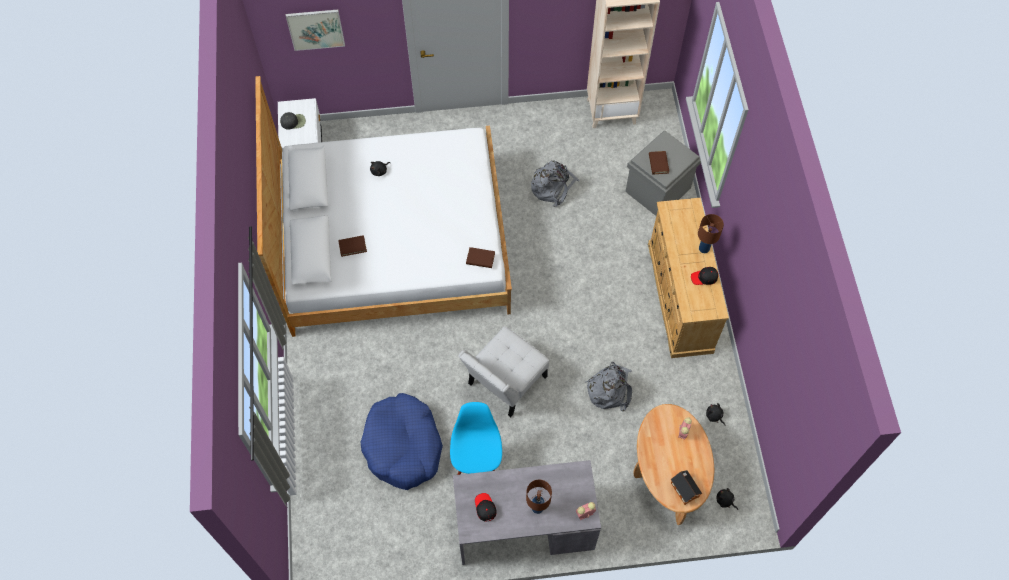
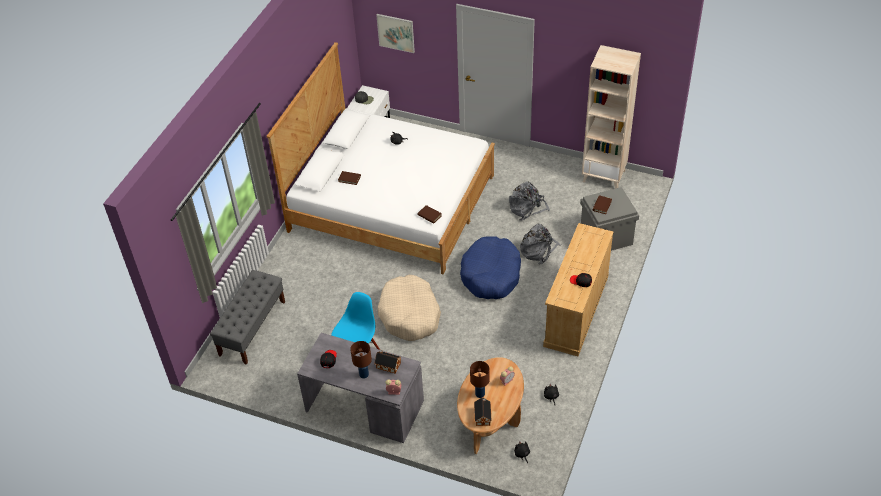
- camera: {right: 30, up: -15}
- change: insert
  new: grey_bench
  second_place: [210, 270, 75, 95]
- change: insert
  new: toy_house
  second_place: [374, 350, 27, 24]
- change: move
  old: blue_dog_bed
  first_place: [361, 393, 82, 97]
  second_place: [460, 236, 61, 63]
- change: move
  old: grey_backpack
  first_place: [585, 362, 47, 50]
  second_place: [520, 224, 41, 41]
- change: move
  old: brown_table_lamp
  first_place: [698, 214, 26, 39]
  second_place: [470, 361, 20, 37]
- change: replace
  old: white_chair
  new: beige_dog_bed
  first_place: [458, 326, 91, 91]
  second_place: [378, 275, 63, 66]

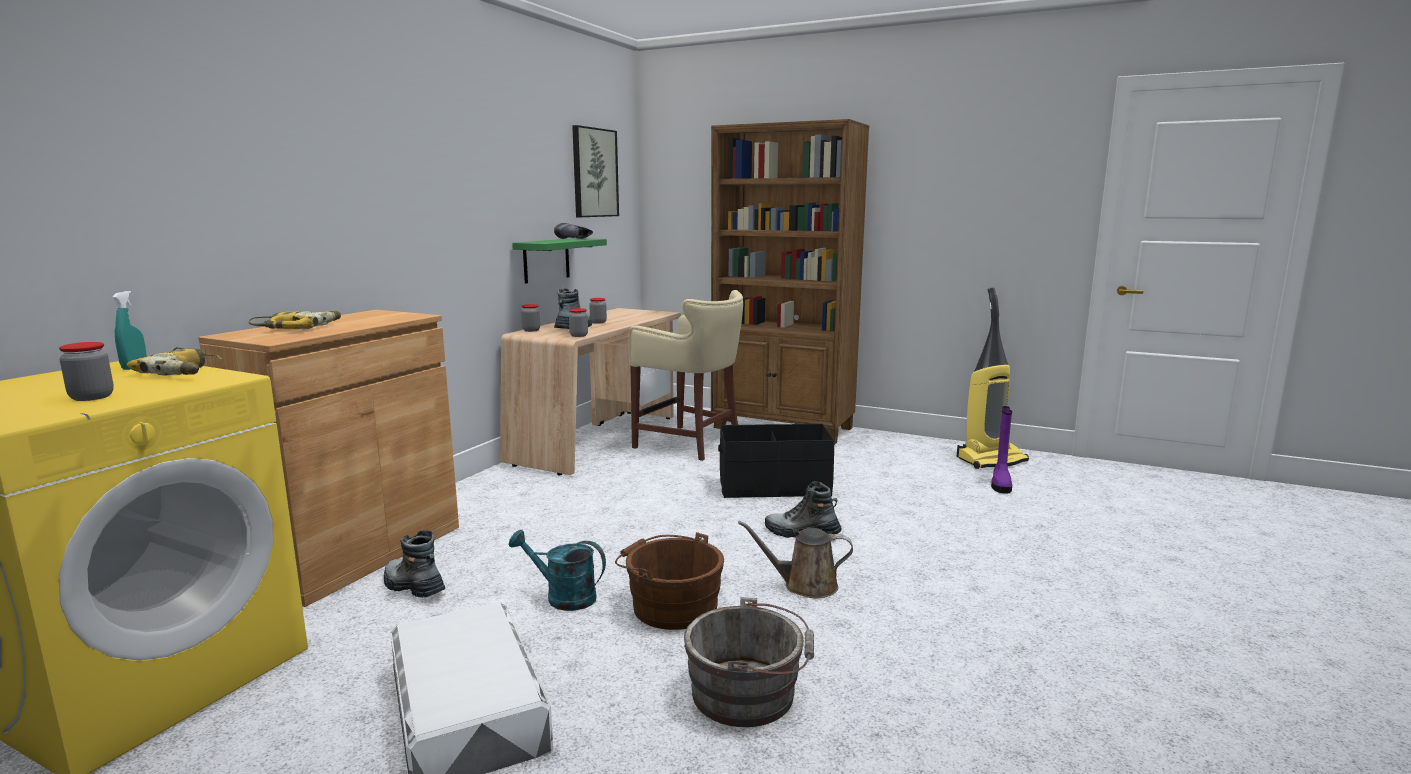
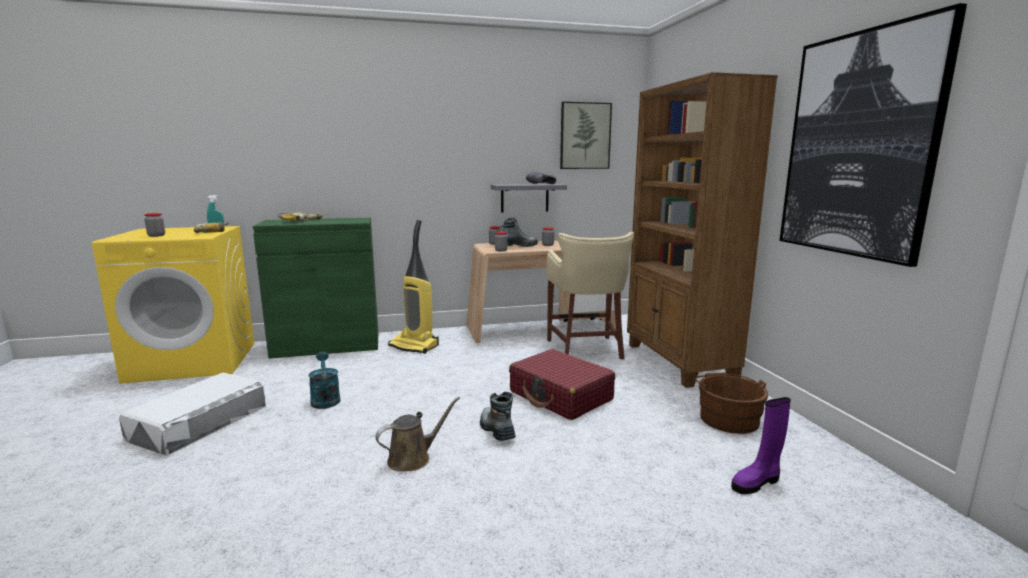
- camera: {right: 50, up: 0}
- change: delete
  old: boot
  first_place: [384, 530, 61, 68]
- change: delete
  old: grey_bucket
  first_place: [684, 597, 130, 130]
- change: insert
  new: picture
  second_place: [779, 3, 188, 264]
- change: move
  old: brown_bucket
  first_place: [615, 532, 109, 98]
  second_place: [695, 373, 73, 61]
- change: move
  old: vacuum_cleaner
  first_place: [957, 288, 72, 181]
  second_place: [388, 220, 51, 134]
- change: replace
  old: black_storage_box
  new: red_suitcase
  first_place: [718, 424, 117, 74]
  second_place: [509, 349, 106, 71]
- change: recolor
  old: brown_cabinet
  new: green_cabinet
  first_place: [198, 310, 261, 297]
  second_place: [252, 218, 126, 141]
- change: recolor
  old: green_shelf
  new: grey_shelf
  first_place: [512, 238, 95, 46]
  second_place: [491, 184, 76, 29]
- change: rotate
  old: brown_watering_can
  first_place: [738, 521, 115, 77]
  second_place: [375, 397, 85, 74]
  degrees: 90

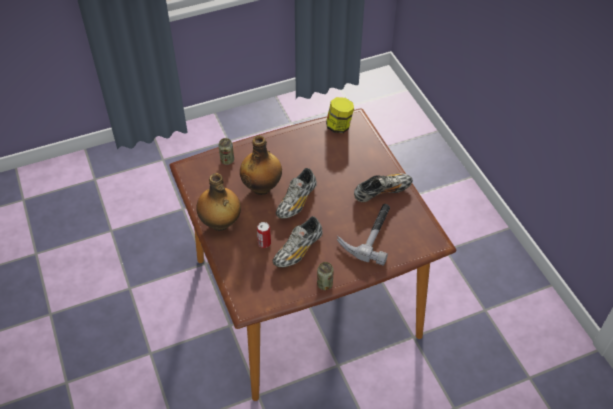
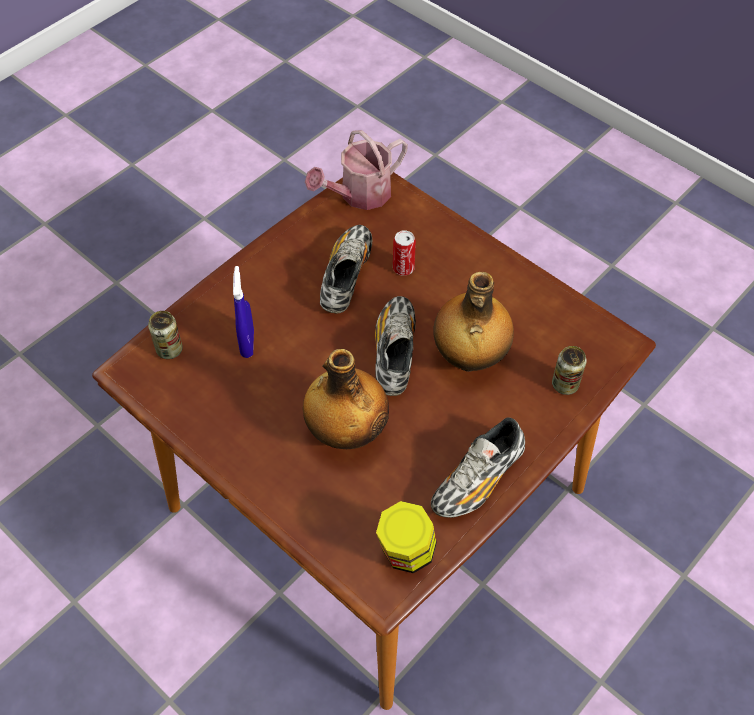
- camera: {right: 155, up: 5}
- change: insert
  new: watering_can
  second_place: [305, 130, 103, 80]
- change: move
  old: bottle
  first_place: [196, 173, 45, 58]
  second_place: [303, 349, 86, 100]
- change: move
  old: can
  first_place: [317, 262, 17, 28]
  second_place: [148, 311, 35, 48]
- change: move
  old: shoe
  first_place: [354, 173, 59, 29]
  second_place: [431, 417, 94, 101]
- change: replace
  old: hammer
  new: blue_spray_bottle
  first_place: [337, 204, 53, 62]
  second_place: [233, 266, 21, 92]

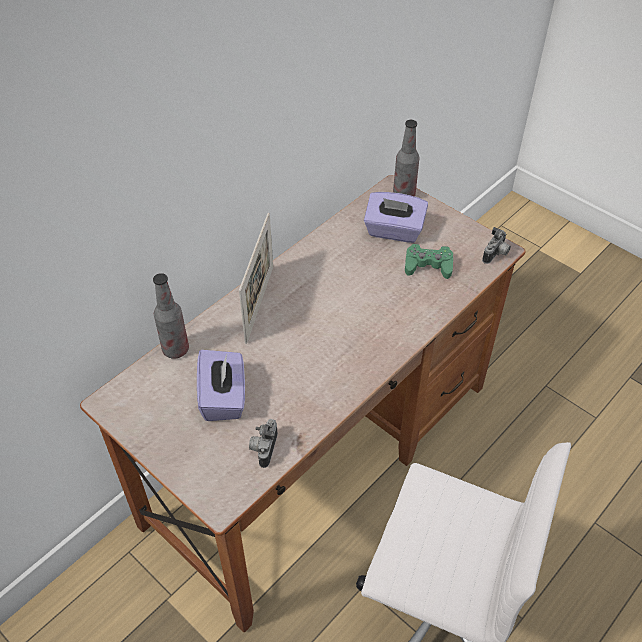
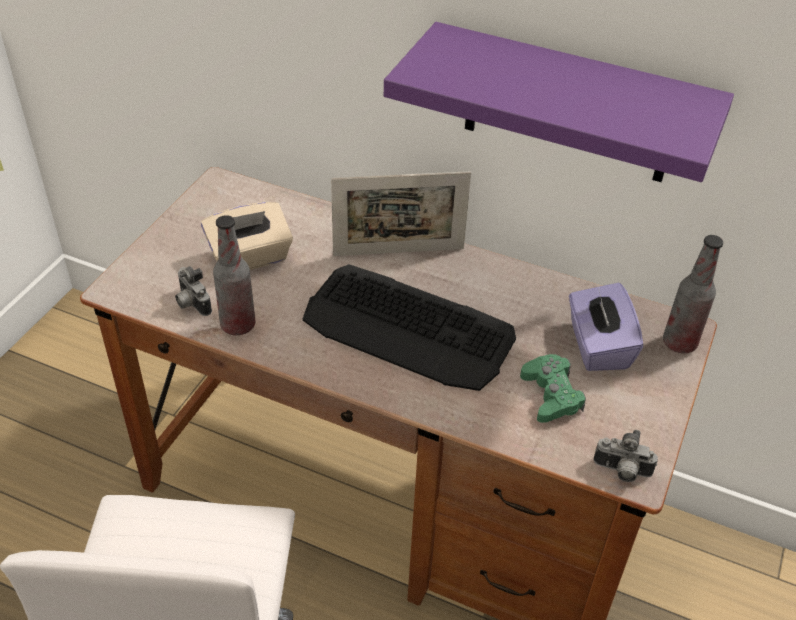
- camera: {right: 70, up: -5}
- change: insert
  new: keyboard
  second_place: [303, 264, 213, 127]
- change: insert
  new: purple_shelf
  second_place: [384, 22, 350, 160]
- change: move
  old: bottle
  first_place: [153, 273, 36, 86]
  second_place: [213, 215, 42, 120]
- change: recolor
  old: purple_tissue_box
  new: beige_tissue_box
  first_place: [197, 350, 48, 71]
  second_place: [201, 202, 92, 68]
- change: rotate
  old: photo_camera
  first_place: [249, 419, 29, 49]
  second_place: [175, 266, 37, 50]
  degrees: -120

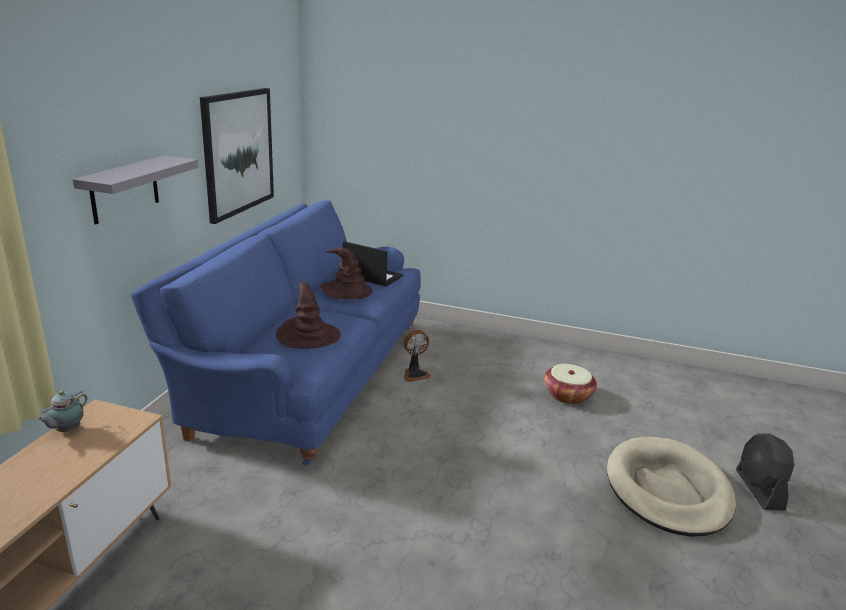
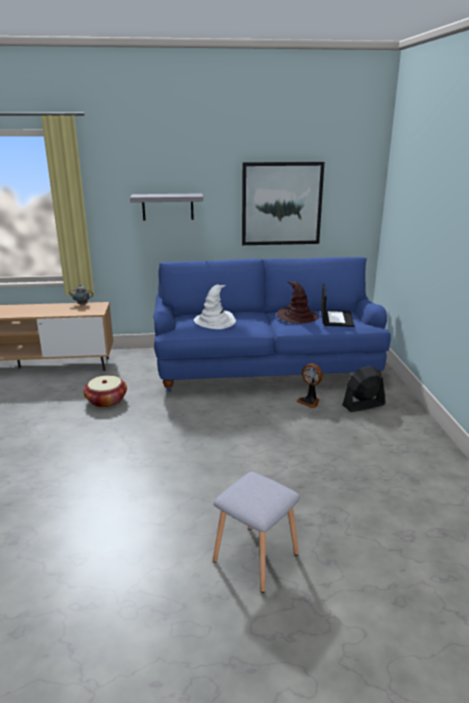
- camera: {right: 70, up: 0}
- change: move
  old: basket
  first_place: [544, 364, 53, 40]
  second_place: [83, 376, 44, 32]
- change: move
  old: black_fan
  first_place: [736, 433, 58, 78]
  second_place: [342, 366, 43, 46]
- change: replace
  old: beige_dog_bed
  new: grey_stool
  first_place: [607, 437, 129, 100]
  second_place: [213, 472, 87, 121]
- change: recolor
  old: brown_hat
  new: white_hat
  first_place: [276, 281, 65, 68]
  second_place: [194, 284, 42, 45]

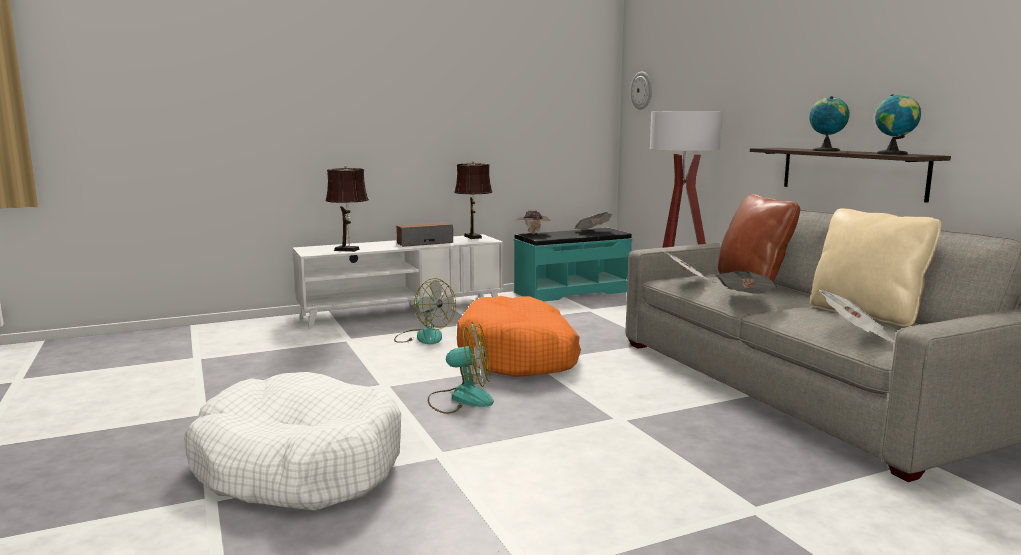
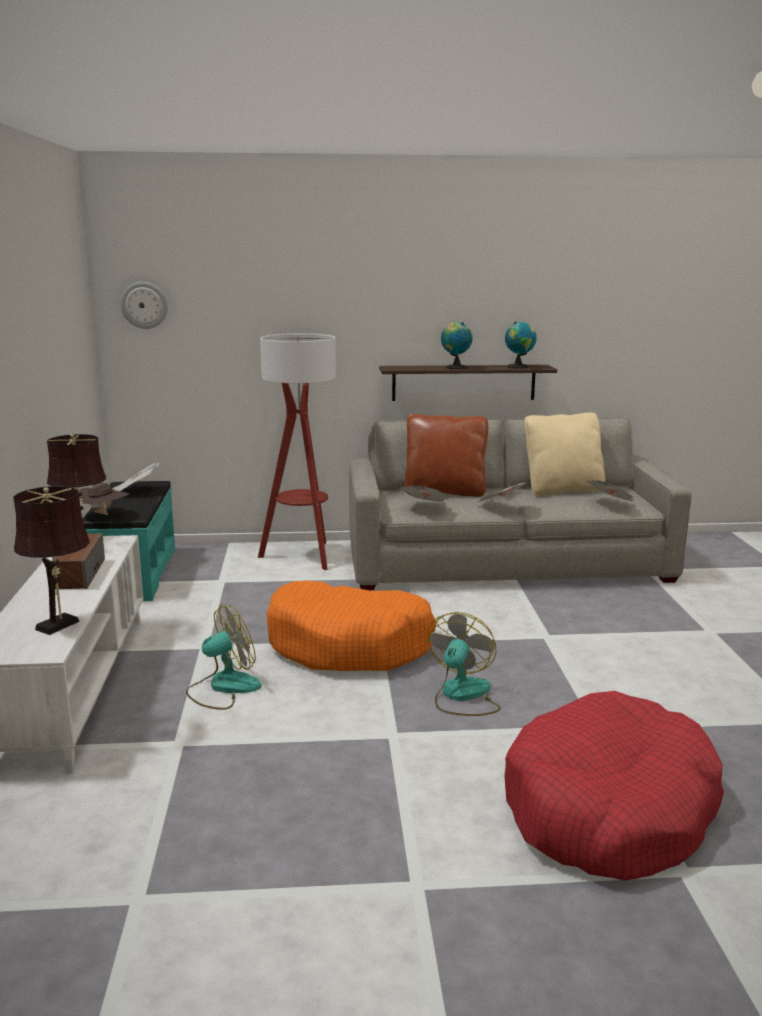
- camera: {right: -70, up: 5}
- change: recolor
  old: white_dog_bed
  new: red_dog_bed
  first_place: [184, 372, 217, 138]
  second_place: [504, 691, 220, 190]

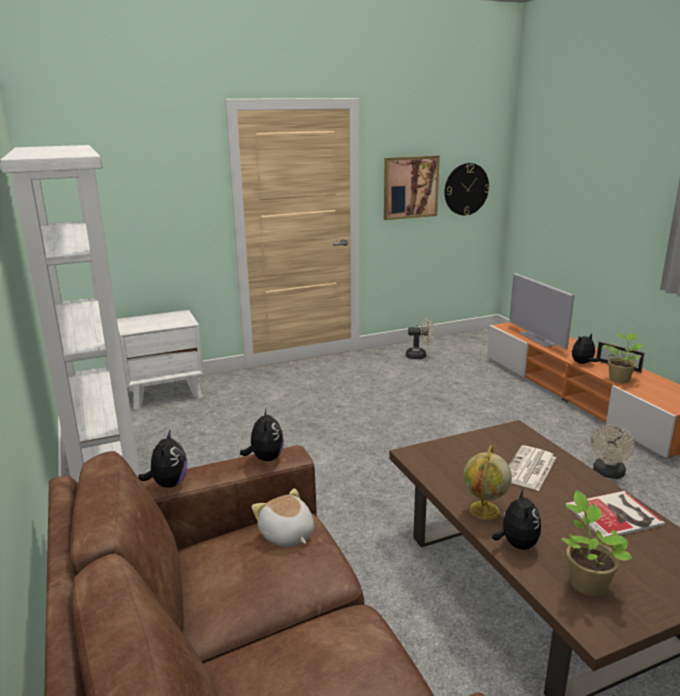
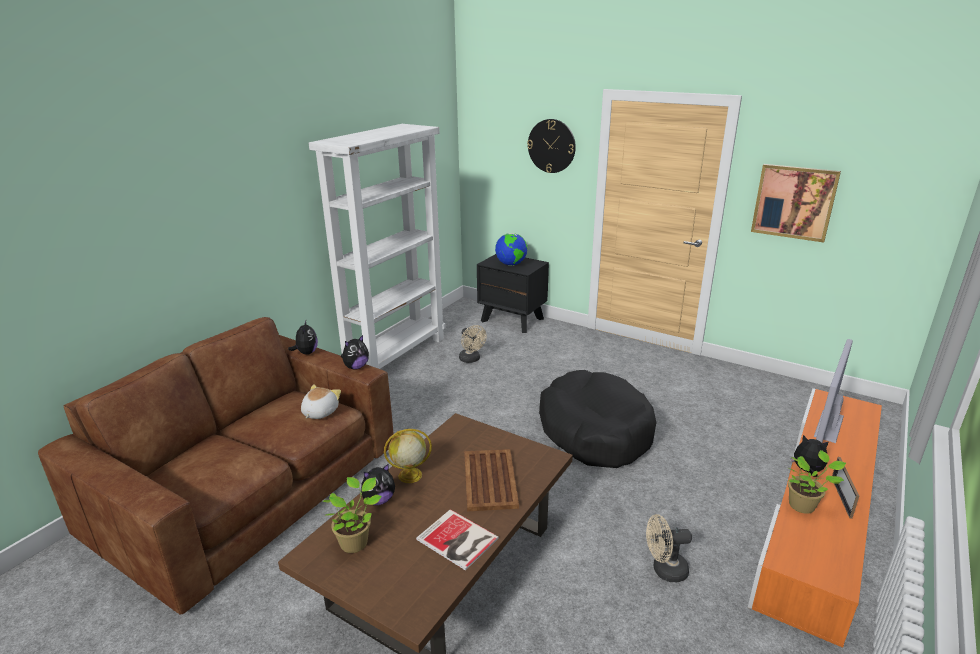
- camera: {right: 55, up: 5}
- change: insert
  new: globe
  second_place: [495, 233, 32, 33]
- change: insert
  new: black_dog_bed
  second_place: [539, 370, 117, 98]
- change: move
  old: beige_fan
  first_place: [406, 318, 28, 41]
  second_place: [459, 325, 28, 38]
- change: move
  old: wall_clock
  first_place: [445, 163, 45, 53]
  second_place: [527, 119, 49, 54]
- change: replace
  old: newspaper
  new: brown_tray
  first_place: [509, 445, 47, 46]
  second_place: [464, 449, 55, 62]
- change: recolor
  old: white_nightstand
  new: black_nightstand
  first_place: [117, 310, 87, 99]
  second_place: [477, 254, 72, 79]
- change: rotate
  old: plush_toy
  first_place: [138, 429, 49, 59]
  second_place: [288, 321, 30, 34]
  degrees: -60

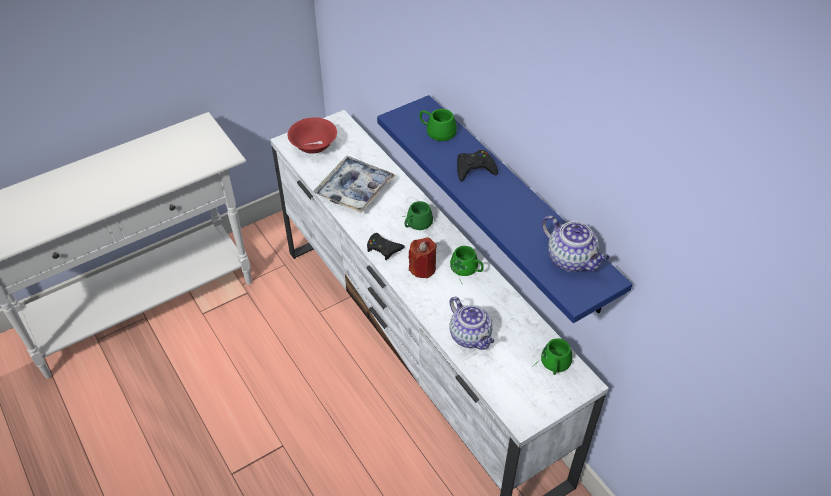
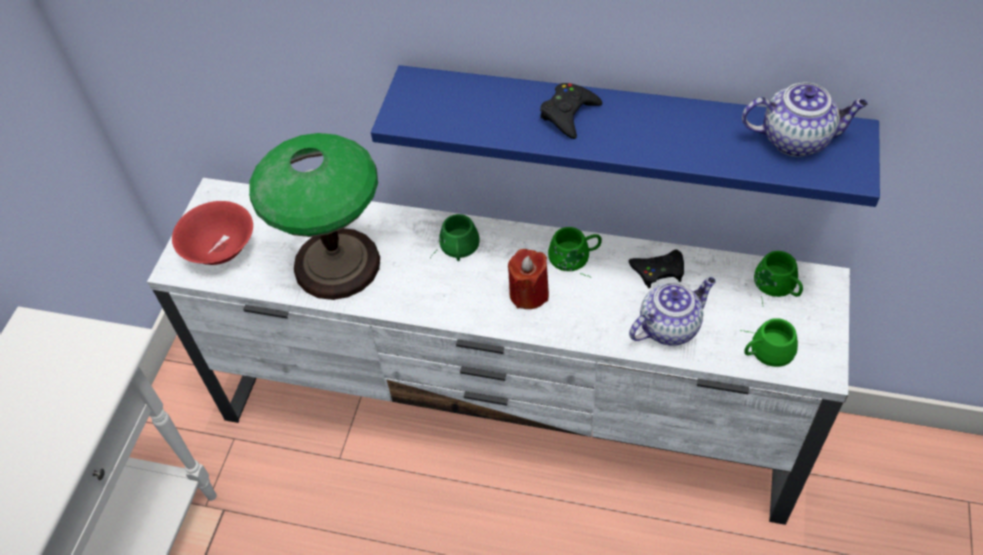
- camera: {right: -40, up: 5}
- change: move
  old: black_game_controller
  first_place: [367, 233, 38, 27]
  second_place: [629, 250, 55, 38]
- change: move
  old: green_mug
  first_place: [420, 109, 37, 32]
  second_place: [740, 318, 58, 49]
- change: replace
  old: tray
  new: table_lamp
  first_place: [314, 156, 81, 57]
  second_place: [249, 133, 131, 167]
- change: rotate
  old: teapot
  first_place: [450, 297, 45, 53]
  second_place: [629, 277, 87, 69]
  degrees: -45

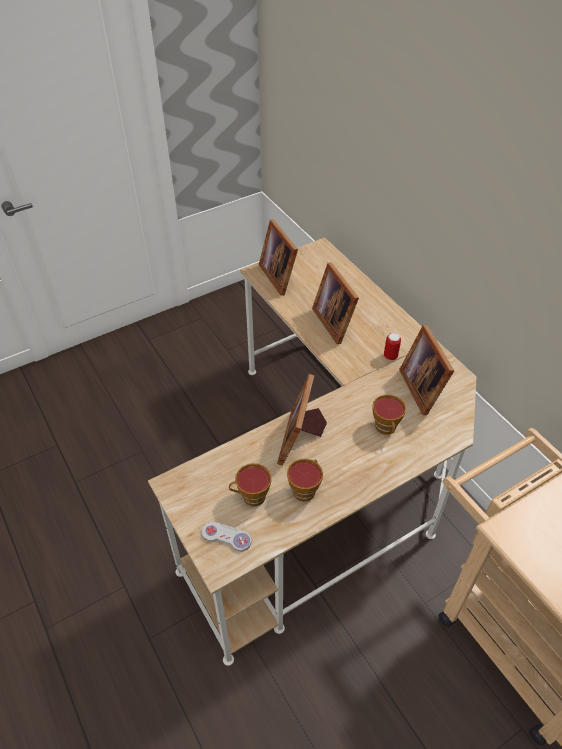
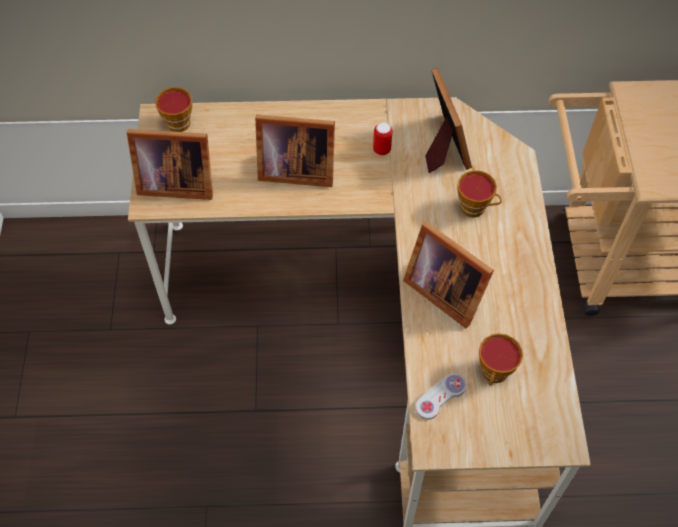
- camera: {right: -60, up: 10}
- change: move
  old: white_game_controller
  first_place: [201, 522, 50, 30]
  second_place: [415, 374, 51, 46]
- change: move
  old: cup
  first_place: [287, 459, 36, 43]
  second_place: [155, 87, 37, 45]
- change: rotate
  old: picture_frame
  first_place: [399, 325, 55, 90]
  second_place: [425, 68, 47, 105]
  degrees: -120

